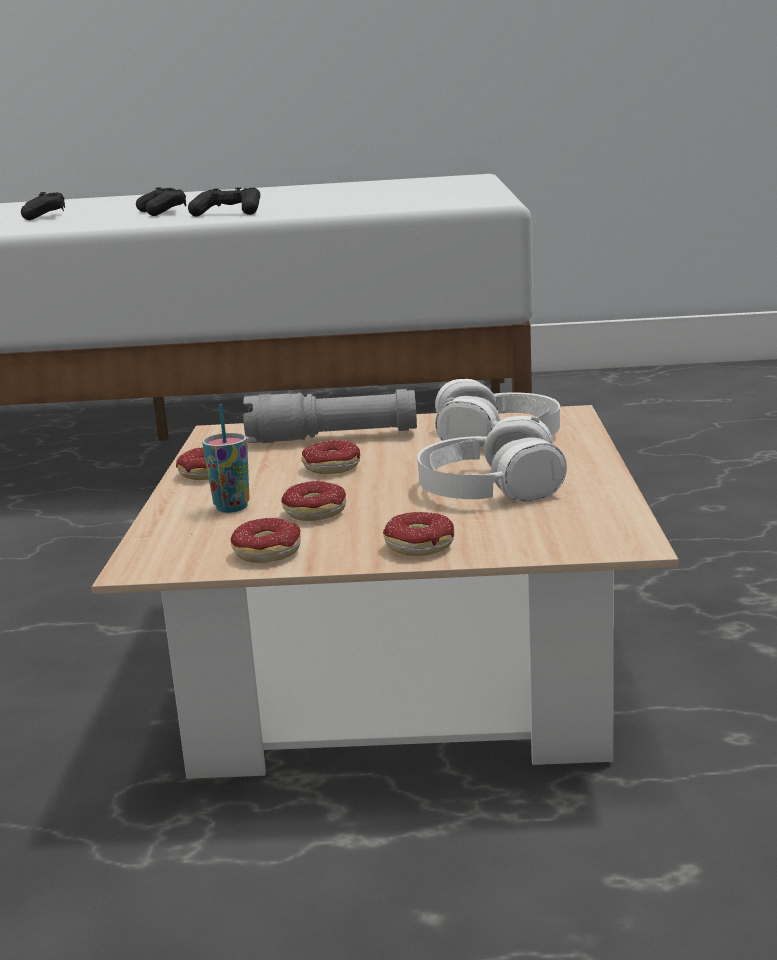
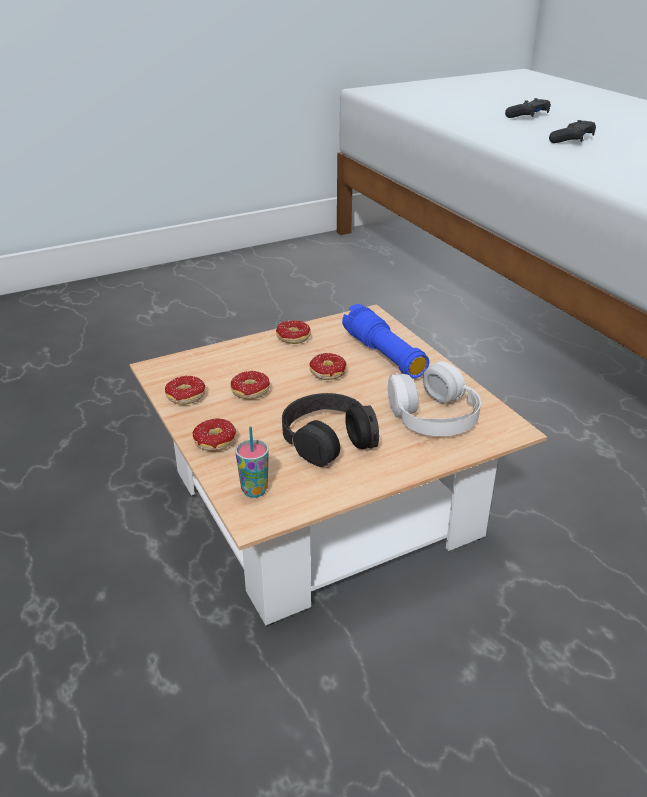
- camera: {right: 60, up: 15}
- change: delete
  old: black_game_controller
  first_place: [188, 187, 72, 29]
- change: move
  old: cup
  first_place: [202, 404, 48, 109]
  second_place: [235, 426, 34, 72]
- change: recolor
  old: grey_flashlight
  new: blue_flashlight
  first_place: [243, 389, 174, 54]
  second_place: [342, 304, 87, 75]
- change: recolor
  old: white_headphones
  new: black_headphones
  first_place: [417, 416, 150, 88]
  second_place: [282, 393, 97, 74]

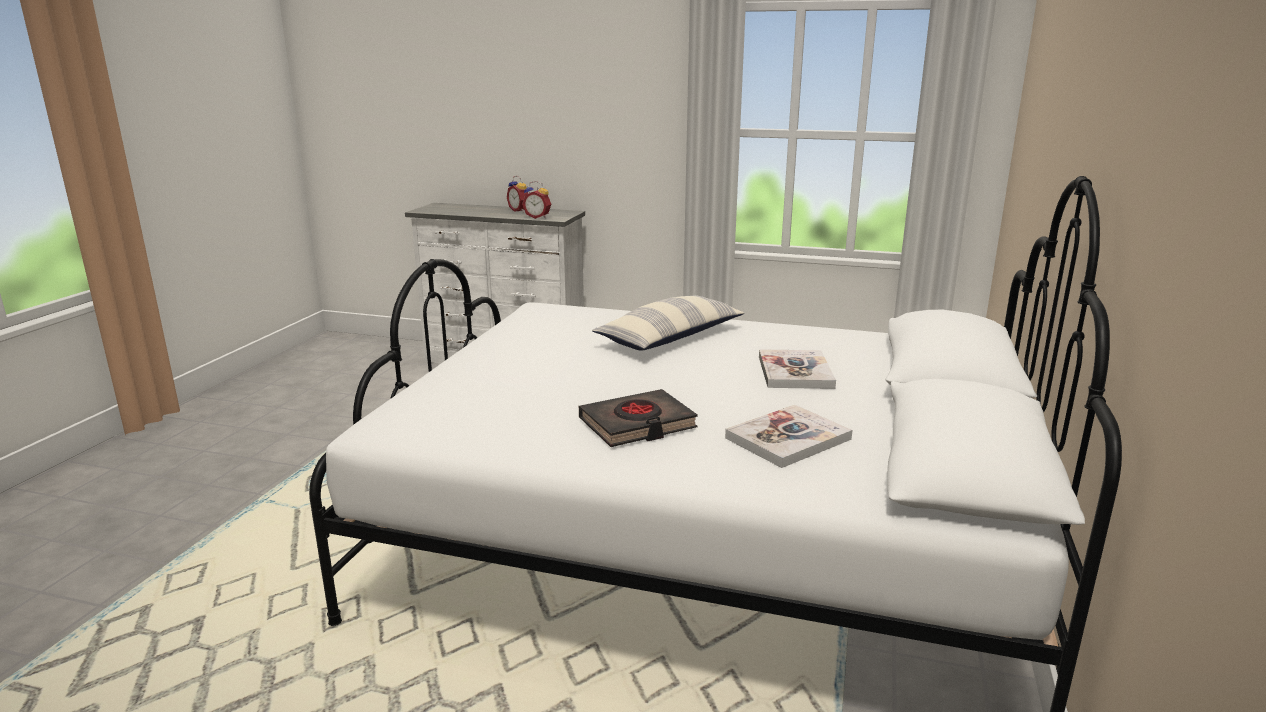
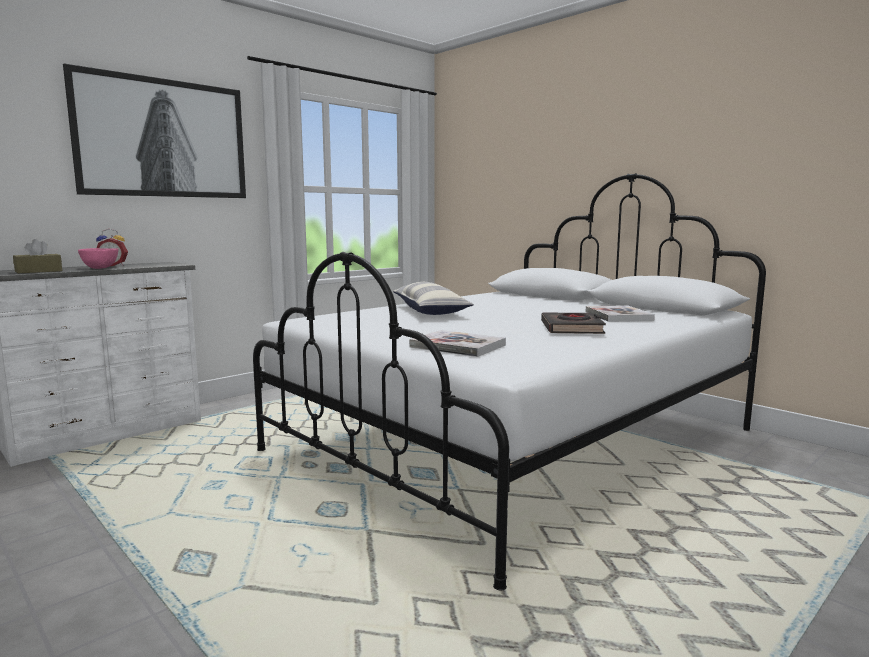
- camera: {right: -60, up: -10}
- change: delete
  old: alarm_clock
  first_place: [522, 181, 29, 38]
- change: insert
  new: brown_tissue_box
  second_place: [13, 239, 49, 34]
- change: insert
  new: picture
  second_place: [63, 64, 183, 134]
- change: insert
  new: pink_bowl
  second_place: [78, 248, 40, 21]
- change: move
  old: book
  first_place: [759, 349, 77, 40]
  second_place: [409, 330, 97, 27]

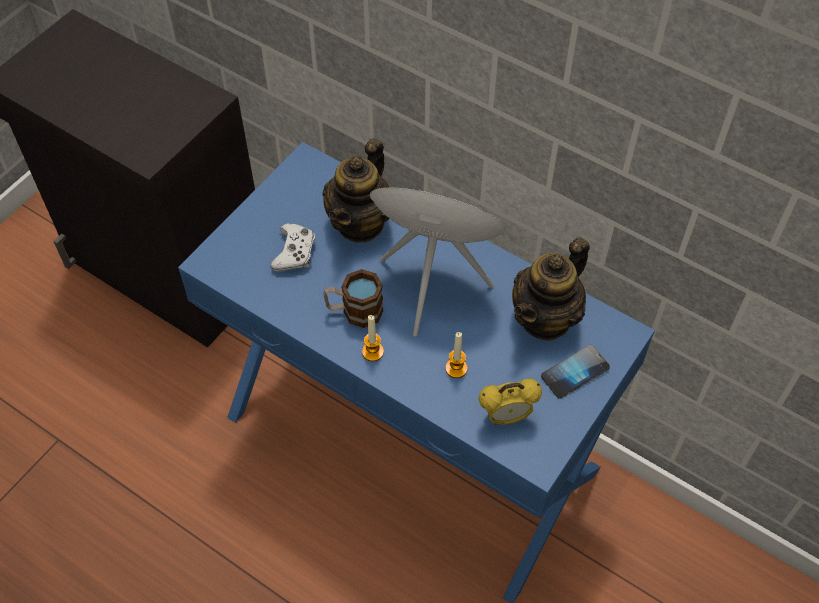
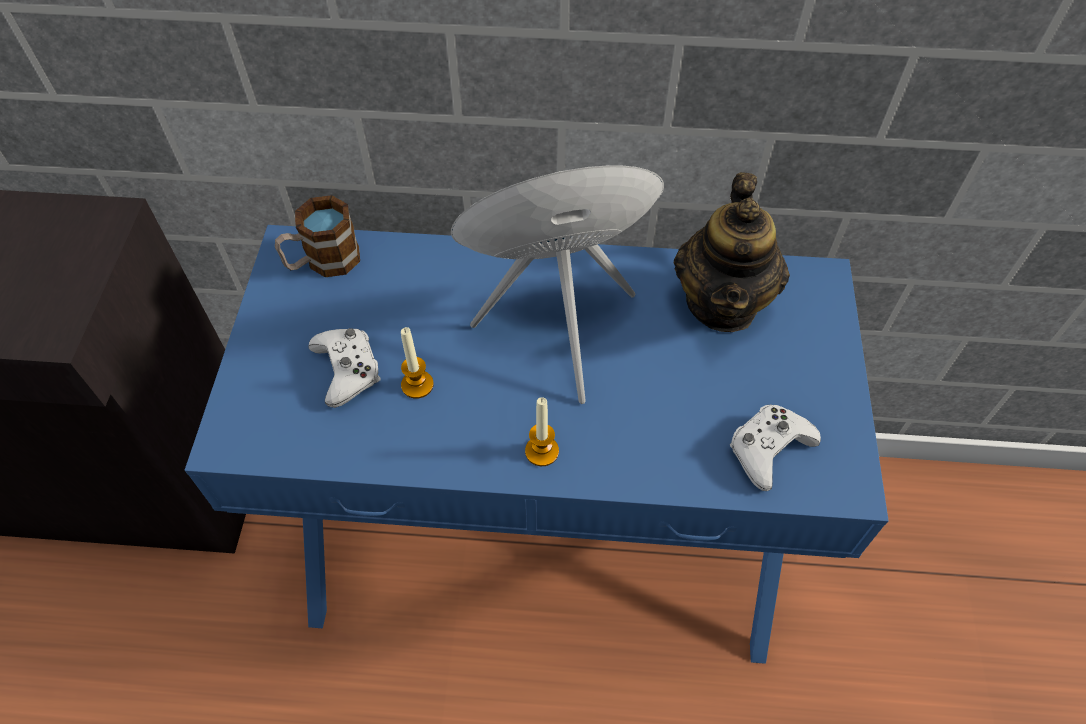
- camera: {right: -30, up: 0}
- change: delete
  old: teapot
  first_place: [323, 138, 67, 105]
- change: delete
  old: phone
  first_place: [541, 345, 69, 54]
- change: move
  old: mug
  first_place: [323, 269, 61, 59]
  second_place: [275, 195, 85, 82]
- change: move
  old: candle
  first_place: [445, 332, 23, 46]
  second_place: [401, 327, 33, 72]
- change: replace
  old: alarm_clock
  new: white_game_controller
  first_place: [479, 379, 63, 46]
  second_place: [730, 404, 91, 87]

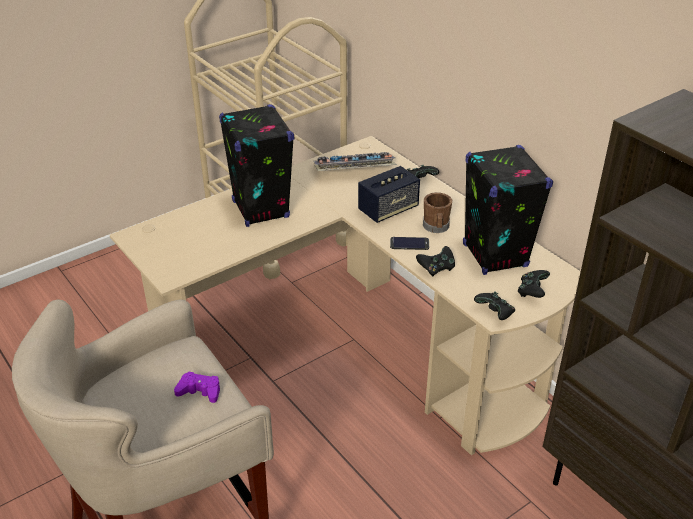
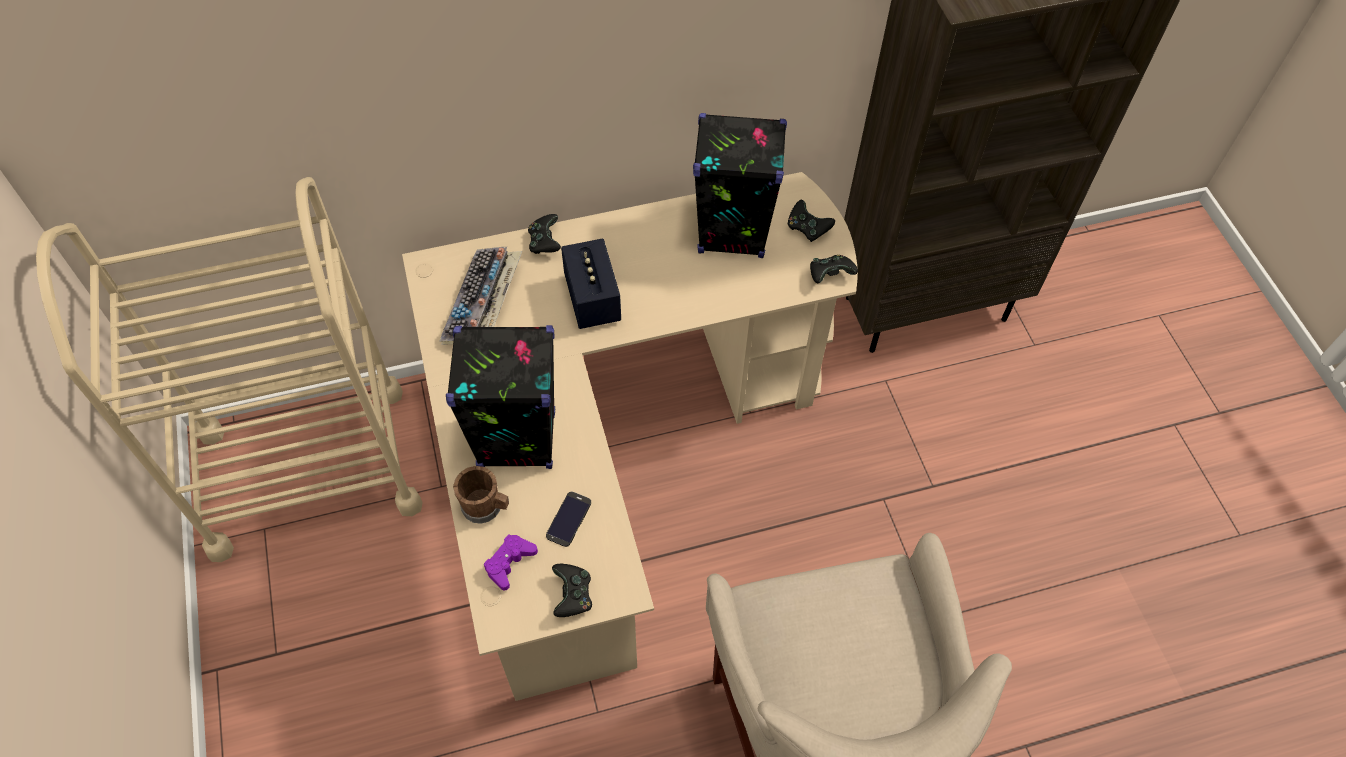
- camera: {right: -70, up: 20}
- change: move
  old: purple_game_controller
  first_place: [174, 371, 46, 32]
  second_place: [484, 535, 54, 55]
- change: move
  old: phone
  first_place: [390, 237, 39, 13]
  second_place: [546, 492, 45, 55]
- change: move
  old: black_game_controller
  first_place: [416, 246, 39, 31]
  second_place: [552, 564, 40, 53]
- change: move
  old: brown_mug
  first_place: [423, 192, 29, 41]
  second_place: [453, 466, 56, 58]

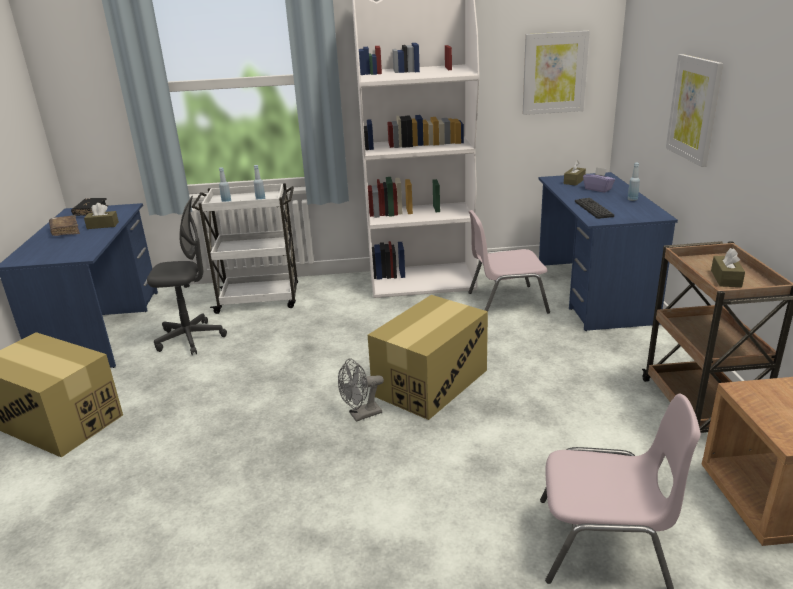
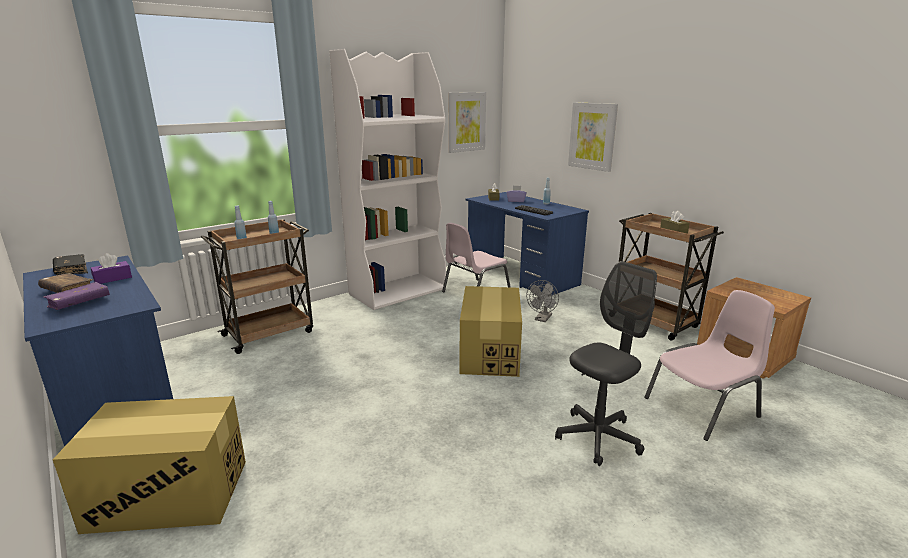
- camera: {right: -35, up: -5}
- change: insert
  new: purple_book
  second_place: [43, 282, 67, 28]
- change: move
  old: grey_office_chair
  first_place: [147, 196, 80, 159]
  second_place: [555, 261, 102, 205]
- change: move
  old: grey_fan
  first_place: [338, 358, 46, 64]
  second_place: [526, 280, 33, 42]
- change: recolor
  old: brown_tissue_box
  new: purple_tissue_box
  first_place: [84, 203, 35, 26]
  second_place: [91, 253, 41, 31]
- change: recolor
  old: white_cart
  new: brown_cart
  first_place: [191, 183, 107, 131]
  second_place: [201, 219, 112, 135]

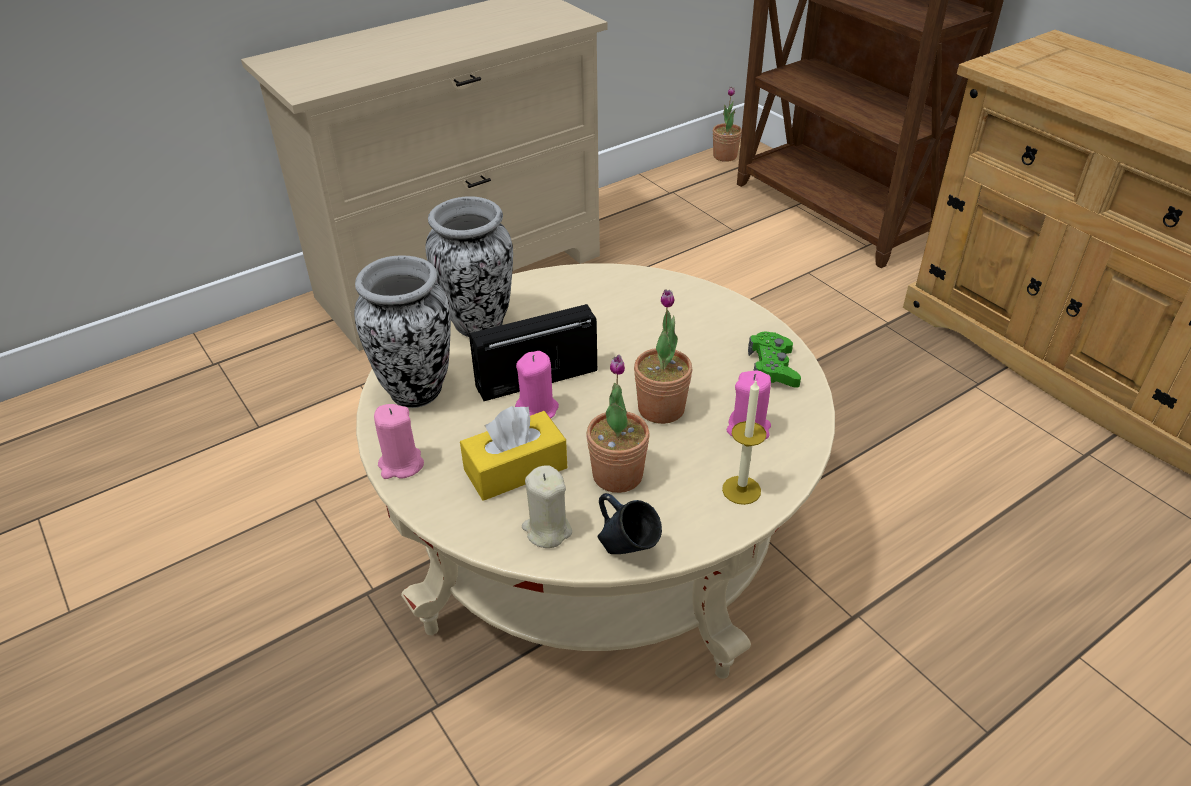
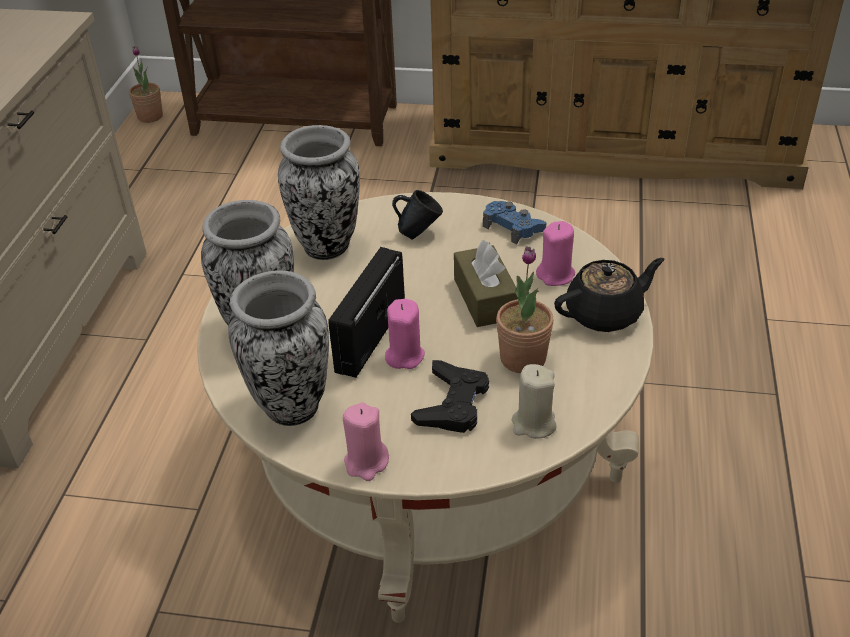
- camera: {right: -45, up: 0}
- change: insert
  new: vase
  second_place: [278, 125, 82, 135]
- change: move
  old: blue_mug
  first_place: [598, 493, 64, 61]
  second_place: [392, 190, 51, 50]
- change: replace
  old: yellow_tissue_box
  new: black_game_controller
  first_place: [460, 406, 107, 95]
  second_place: [411, 360, 78, 73]
- change: replace
  old: potted_plant
  new: brown_tissue_box
  first_place: [634, 289, 58, 135]
  second_place: [454, 240, 64, 87]
- change: replace
  old: candle
  new: black_teapot
  first_place: [722, 381, 44, 124]
  second_place: [554, 258, 110, 74]
- change: recolor
  old: green_game_controller
  new: blue_game_controller
  first_place: [748, 332, 53, 56]
  second_place: [483, 201, 63, 44]

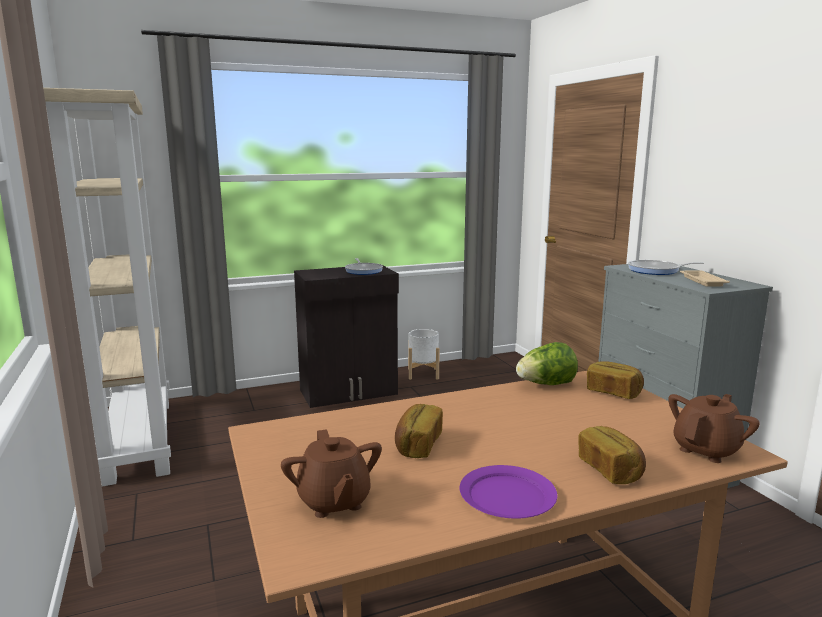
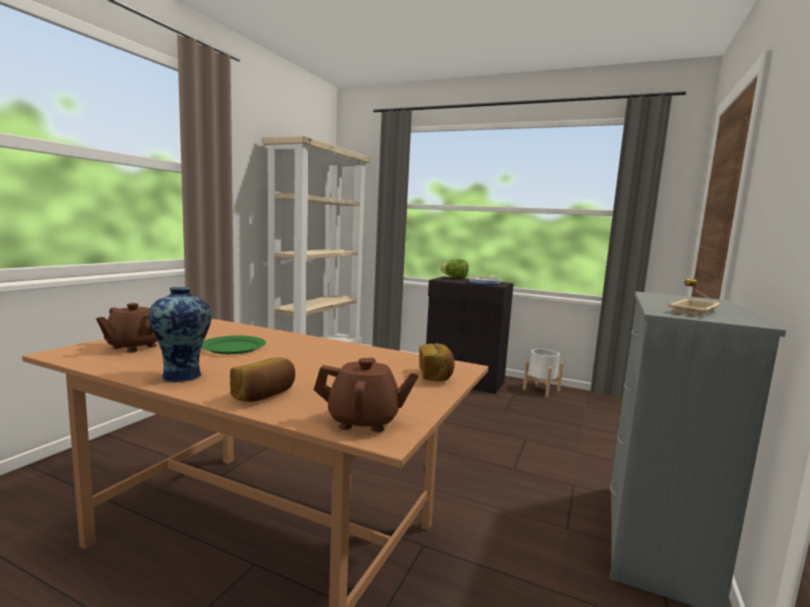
- camera: {right: 45, up: -5}
- change: delete
  old: frying_pan
  first_place: [628, 260, 76, 15]
- change: move
  old: lettuce
  first_place: [516, 342, 62, 43]
  second_place: [441, 259, 27, 20]
- change: replace
  old: bread
  new: green_plate
  first_place: [395, 404, 48, 54]
  second_place: [201, 336, 65, 18]
- change: replace
  old: purple_plate
  new: vase
  first_place: [459, 465, 98, 54]
  second_place: [149, 287, 63, 96]

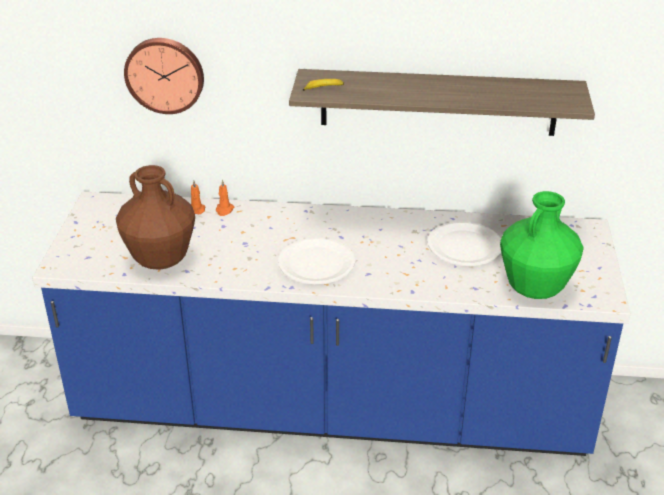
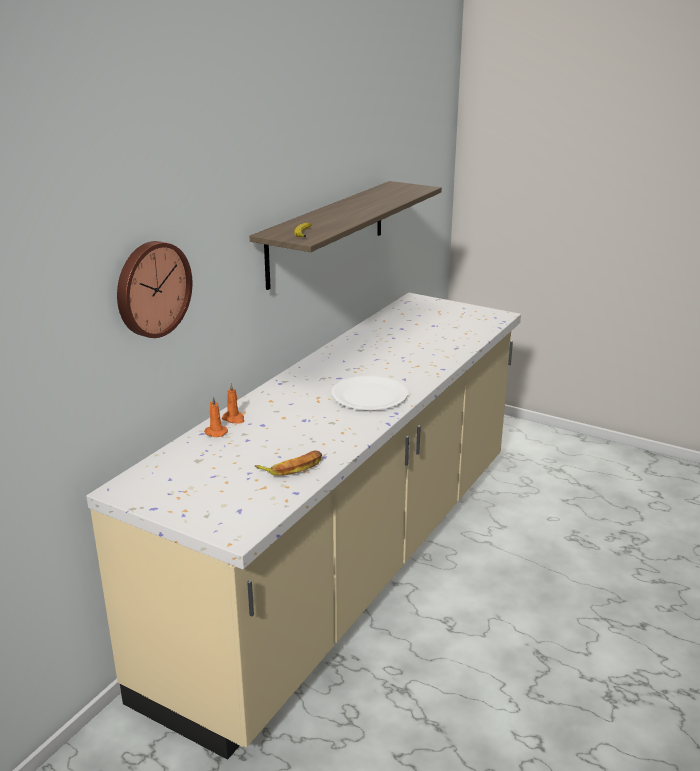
- camera: {right: -65, up: -10}
- change: delete
  old: white_plate
  first_place: [428, 222, 73, 44]
- change: delete
  old: green_vase
  first_place: [500, 191, 84, 108]
- change: replace
  old: brown_vase
  new: banana
  first_place: [116, 165, 79, 105]
  second_place: [255, 450, 67, 26]
- change: recolor
  old: blue_counter
  new: beige_counter
  first_place: [32, 192, 599, 264]
  second_place: [86, 293, 435, 467]

